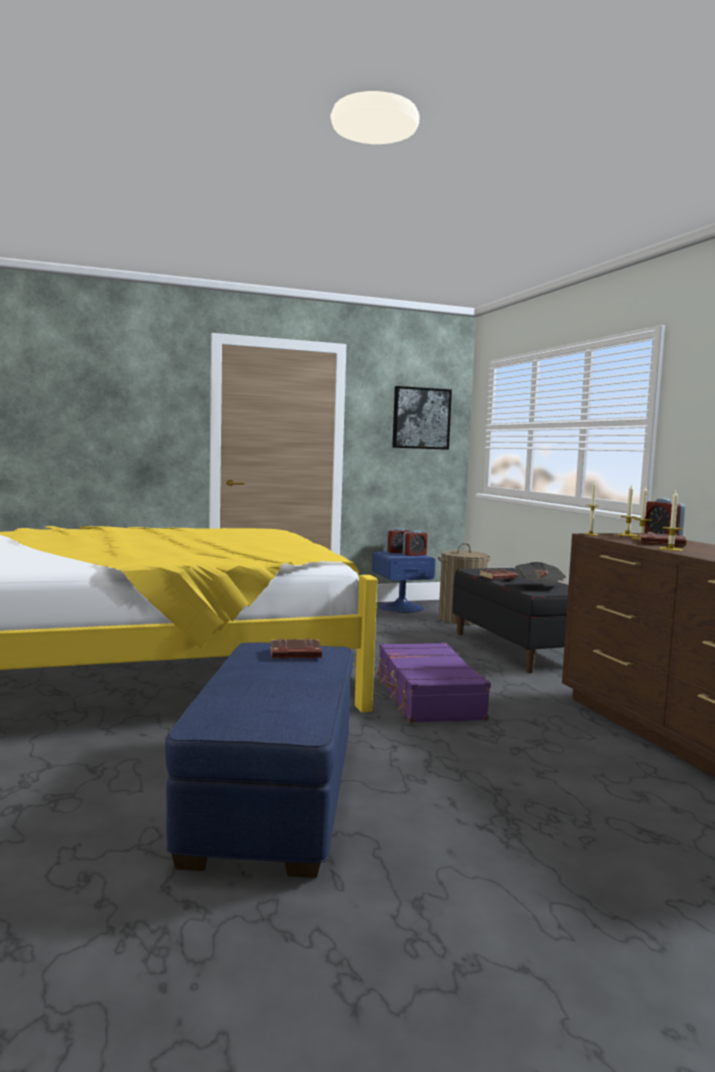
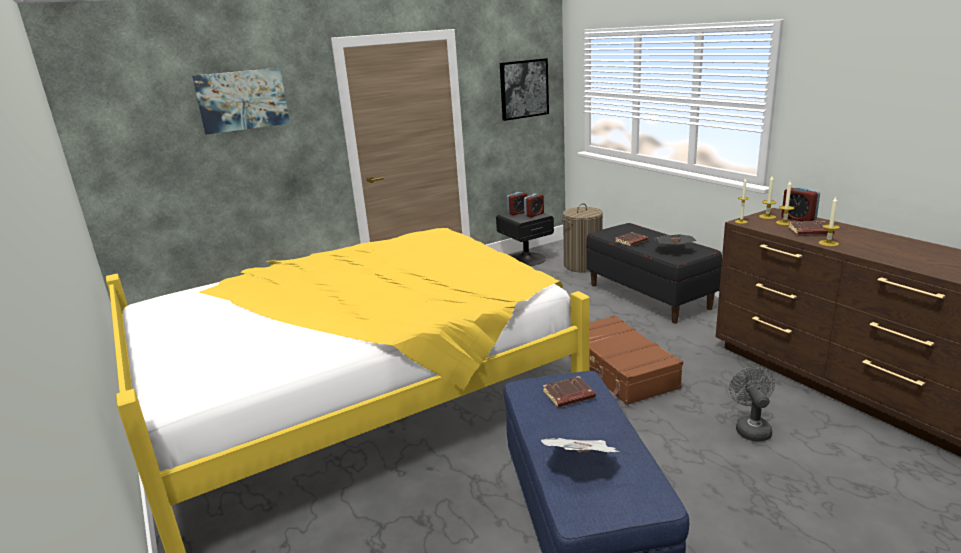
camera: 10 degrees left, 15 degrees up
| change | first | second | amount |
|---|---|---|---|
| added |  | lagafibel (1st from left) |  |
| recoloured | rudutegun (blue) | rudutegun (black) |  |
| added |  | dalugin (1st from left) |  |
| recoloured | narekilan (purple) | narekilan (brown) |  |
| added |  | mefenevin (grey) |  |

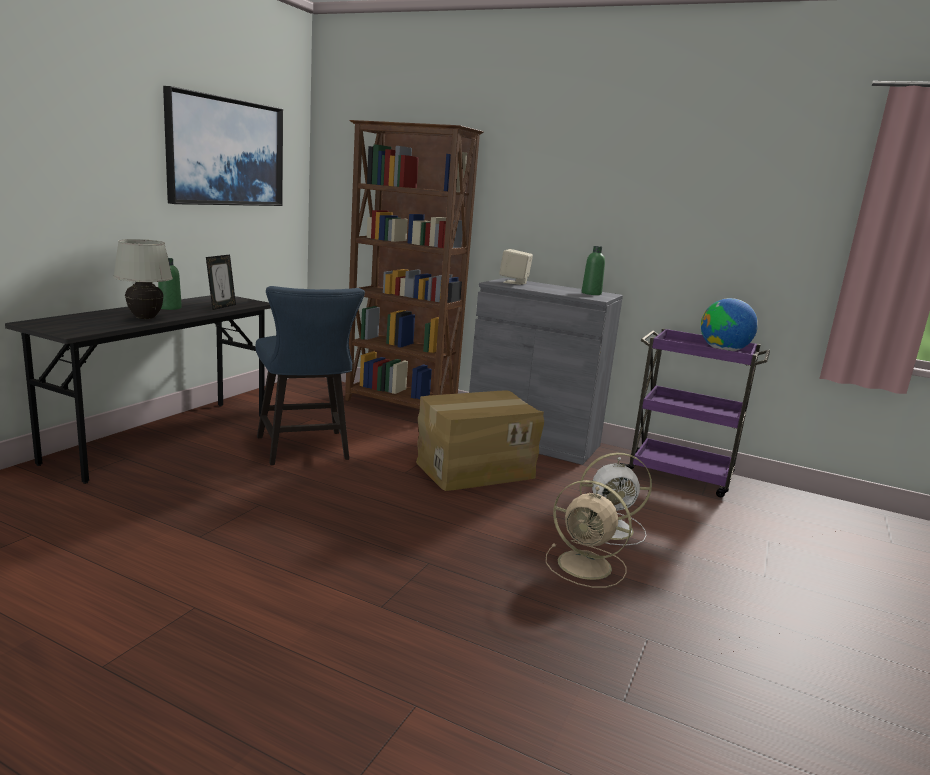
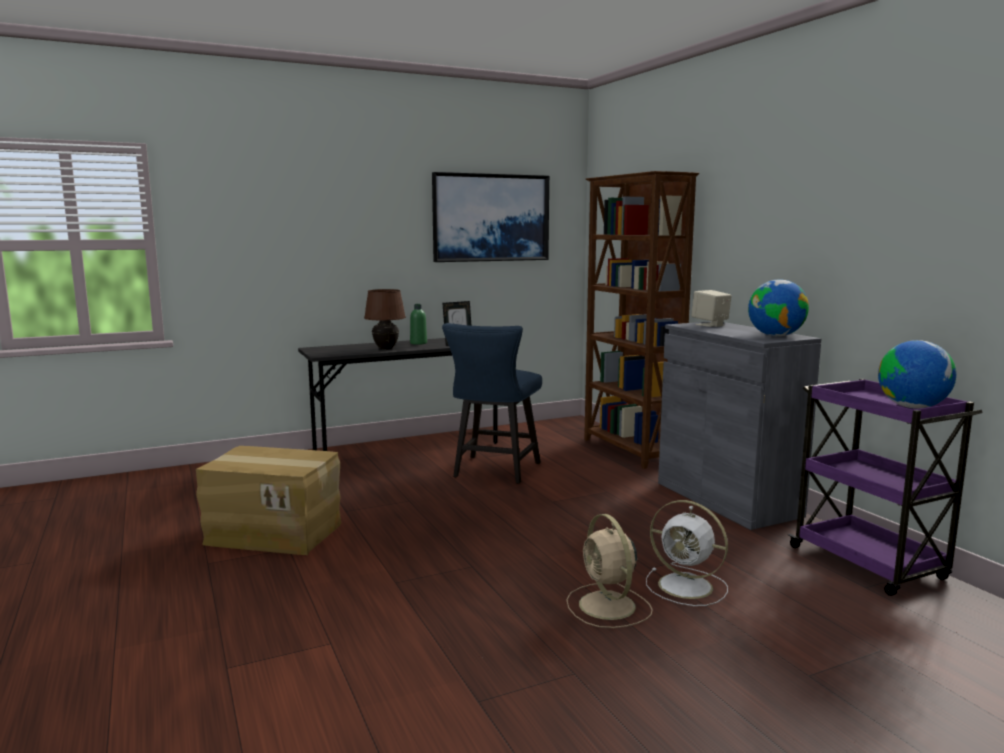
camera: 40 degrees right, 5 degrees down
| change | first | second | amount |
|---|---|---|---|
| moved | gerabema |  |  |
| recoloured | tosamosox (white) | tosamosox (brown) |  |
| replaced | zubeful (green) (2nd from left) | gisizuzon (1st from left) |  |

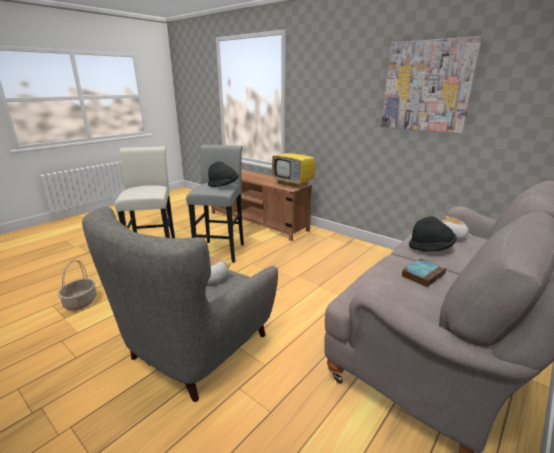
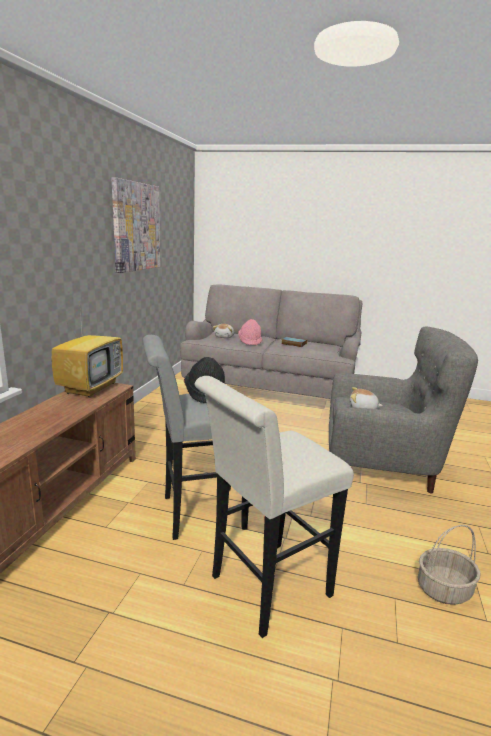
camera: 115 degrees left, 5 degrees down
| change | first | second | amount |
|---|---|---|---|
| recoloured | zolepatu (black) (2nd from left) | zolepatu (pink) |  |

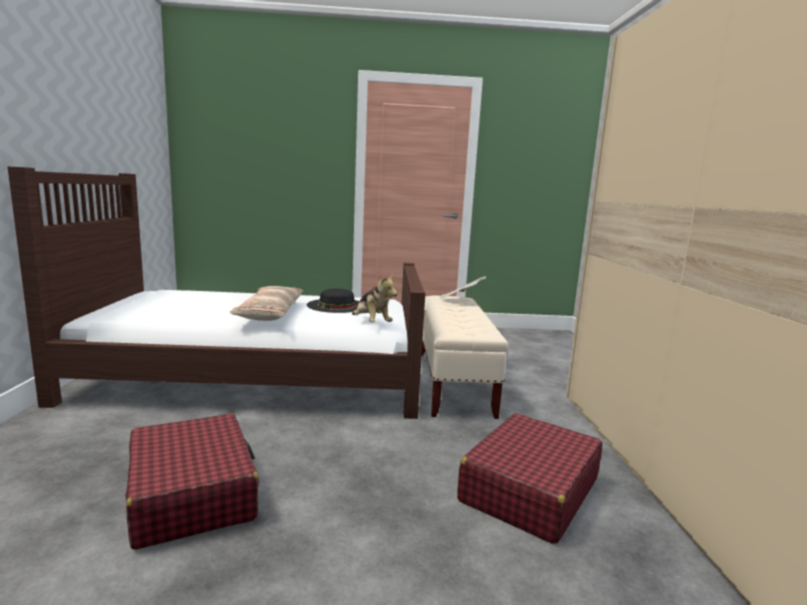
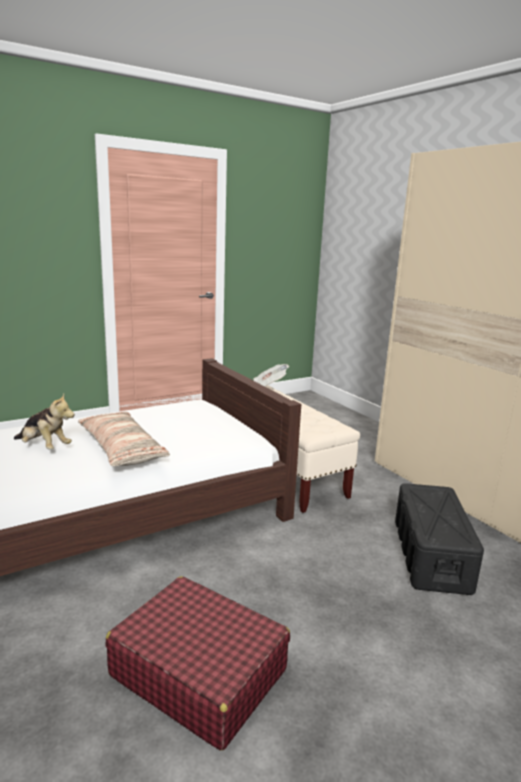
camera: 30 degrees left, 5 degrees up
| change | first | second | amount |
|---|---|---|---|
| moved | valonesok |  |  |
| replaced | narekilan (red) (2nd from left) | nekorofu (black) |  |
| removed | zolepatu (black) |  |  |

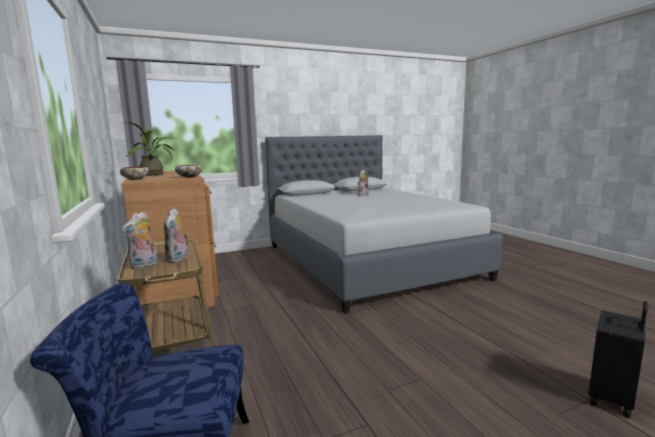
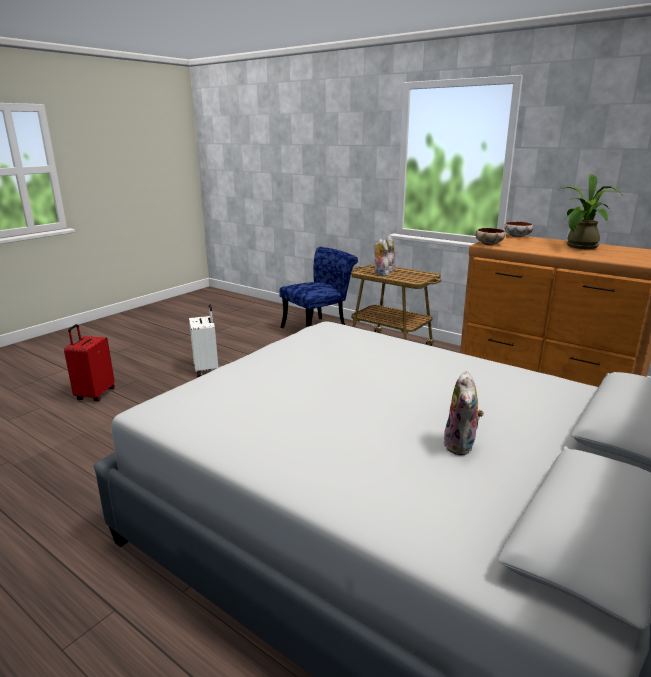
camera: 150 degrees right, 10 degrees up
| change | first | second | amount |
|---|---|---|---|
| recoloured | narekilan (black) | narekilan (red) |  |
| added |  | narekilan (white) |  |

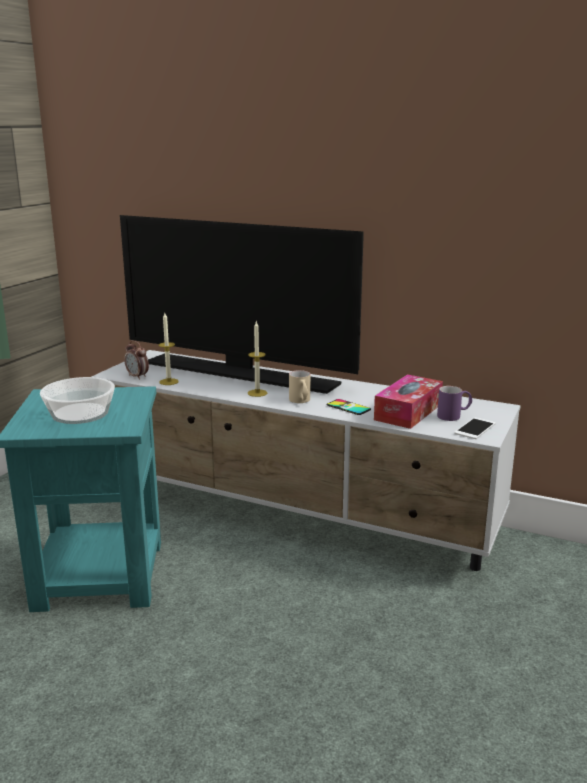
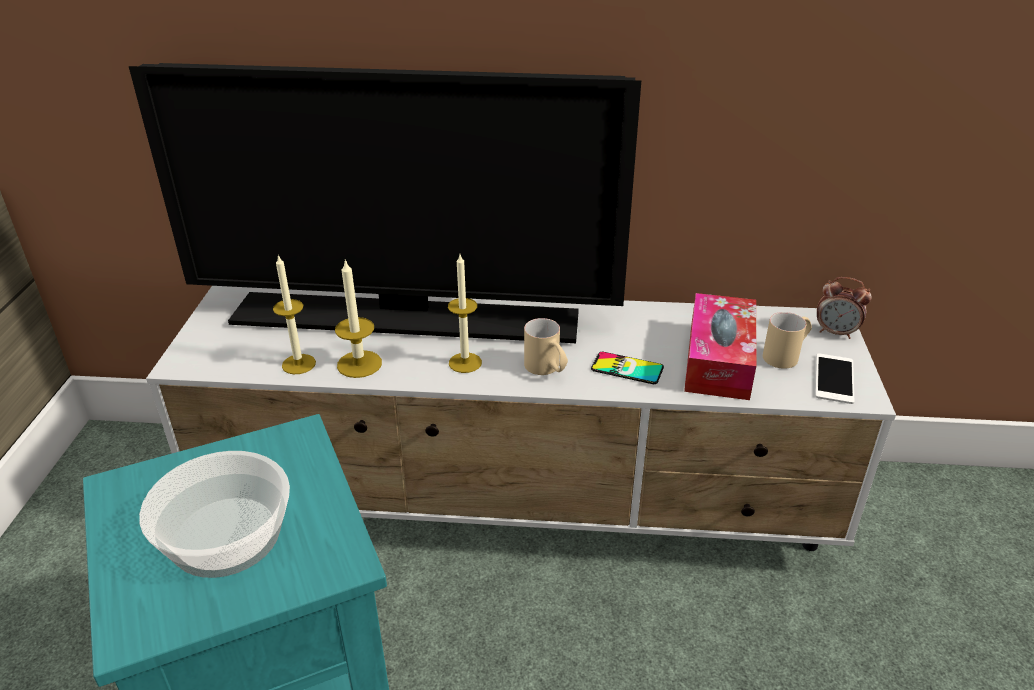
camera: 20 degrees left, 15 degrees up
| change | first | second | amount |
|---|---|---|---|
| added |  | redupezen (2nd from left) |  |
| recoloured | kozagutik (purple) | kozagutik (beige) (2nd from left) |  |
| moved | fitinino |  |  |

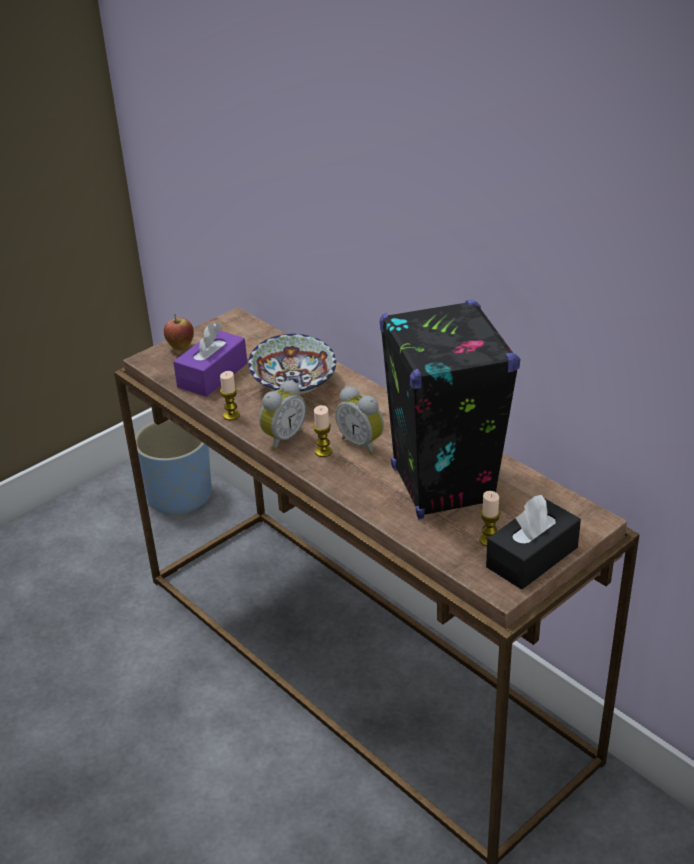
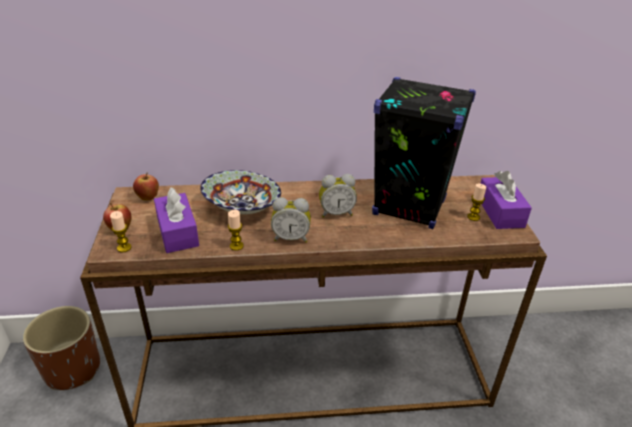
camera: 55 degrees left, 0 degrees up
| change | first | second | amount |
|---|---|---|---|
| recoloured | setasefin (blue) | setasefin (brown) |  |
| moved | redupezen (2nd from left in the first image) | redupezen (1st from left) |  |
| added |  | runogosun (2nd from left) |  |
| turned | fitinino (1st from left) |  | 105 degrees clockwise |
| recoloured | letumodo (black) | letumodo (purple) (2nd from left) |  |

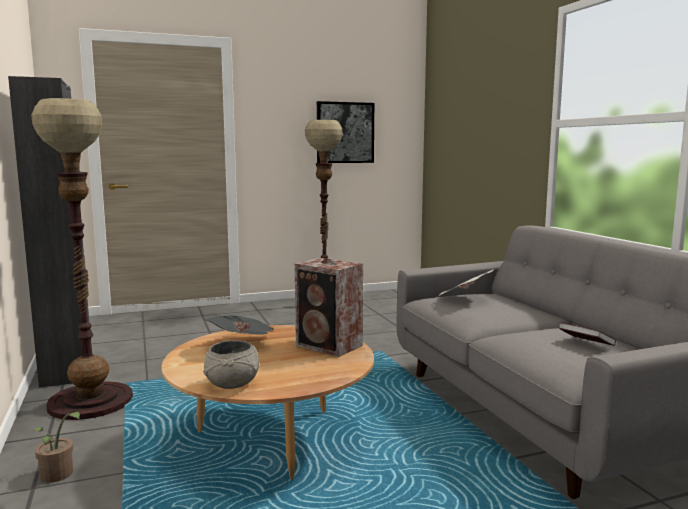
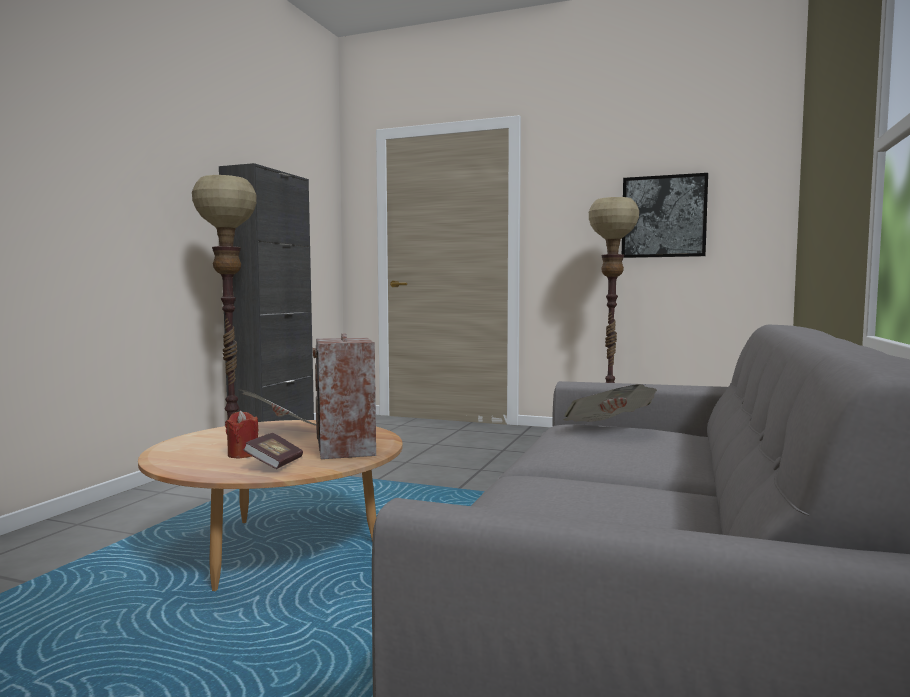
camera: 40 degrees right, 5 degrees down
| change | first | second | amount |
|---|---|---|---|
| added |  | redupezen (red) |  |
| moved | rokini |  |  |
| removed | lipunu |  |  |
| removed | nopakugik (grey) |  |  |

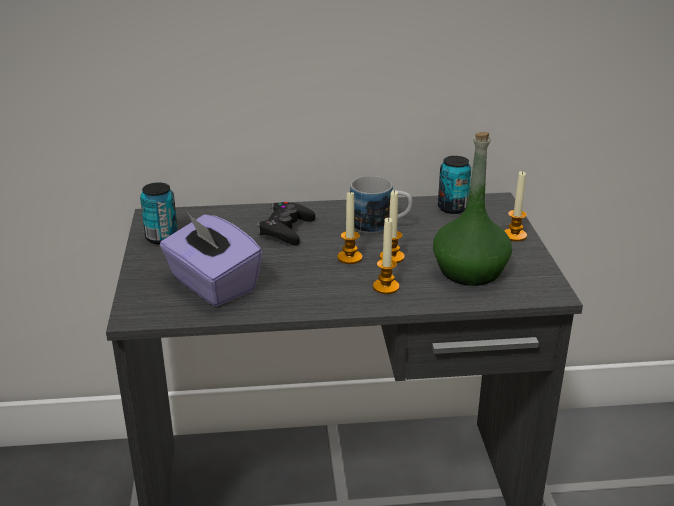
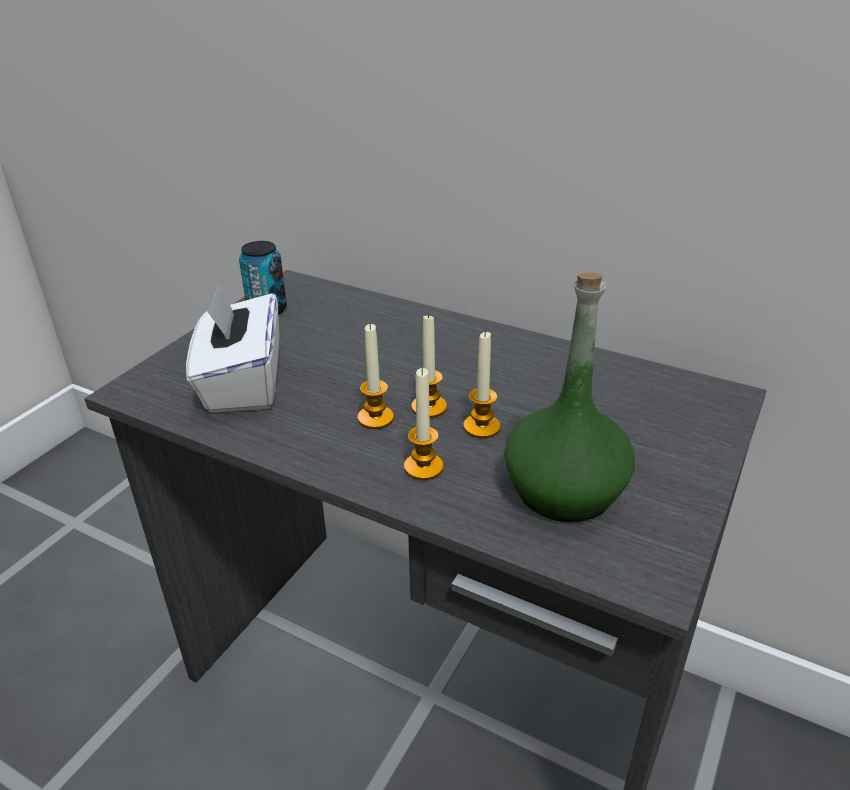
camera: 35 degrees right, 5 degrees up
| change | first | second | amount |
|---|---|---|---|
| recoloured | letumodo (purple) | letumodo (white) |  |
| moved | redupezen (4th from left in the first image) | redupezen (1st from left) |  |
| removed | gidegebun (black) |  |  |
| removed | kozagutik |  |  |
| removed | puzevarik (2nd from left) |  |  |

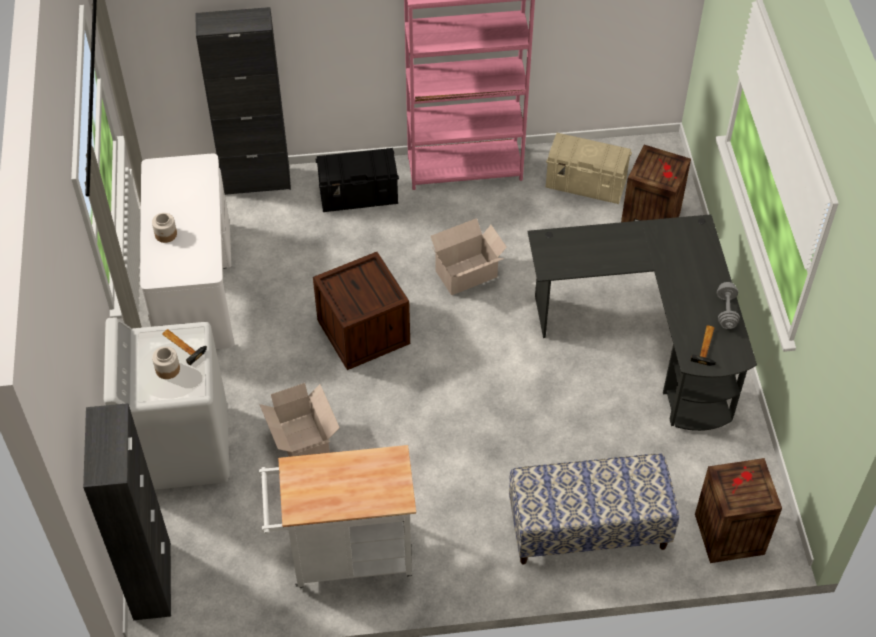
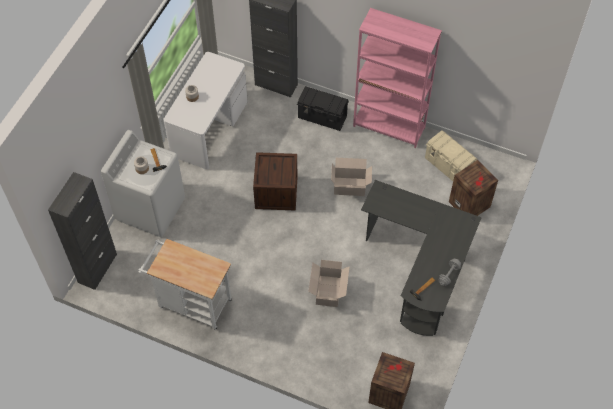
camera: 30 degrees right, 5 degrees up
| change | first | second | amount |
|---|---|---|---|
| moved | gerabema (1st from left) |  |  |
| removed | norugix |  |  |

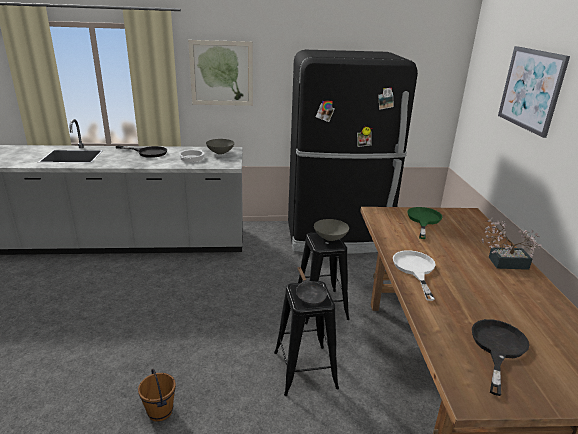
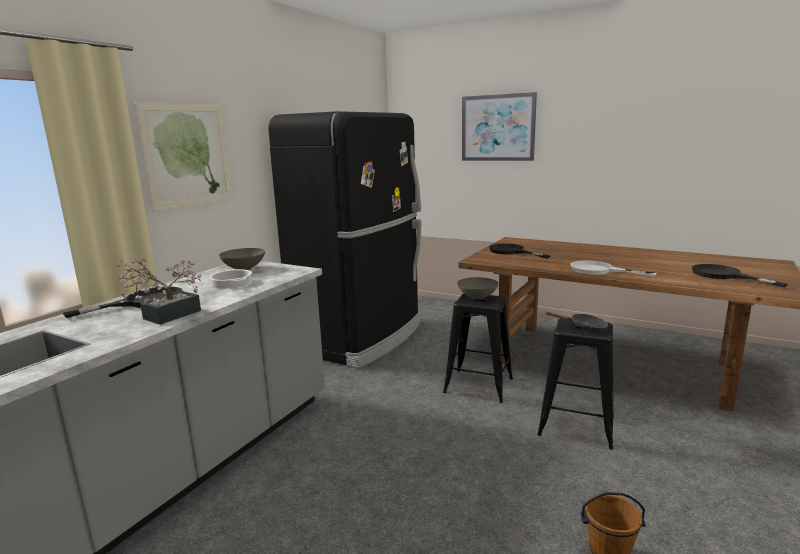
camera: 55 degrees left, 10 degrees down
| change | first | second | amount |
|---|---|---|---|
| moved | lipunu |  |  |
| recoloured | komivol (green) | komivol (black) (2nd from left) |  |

